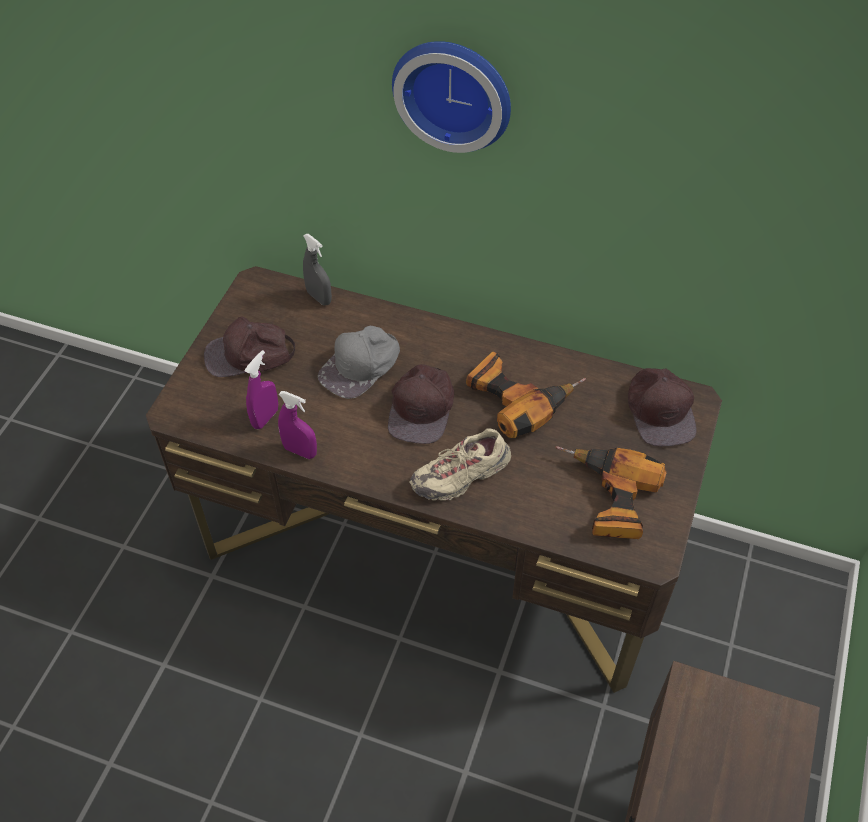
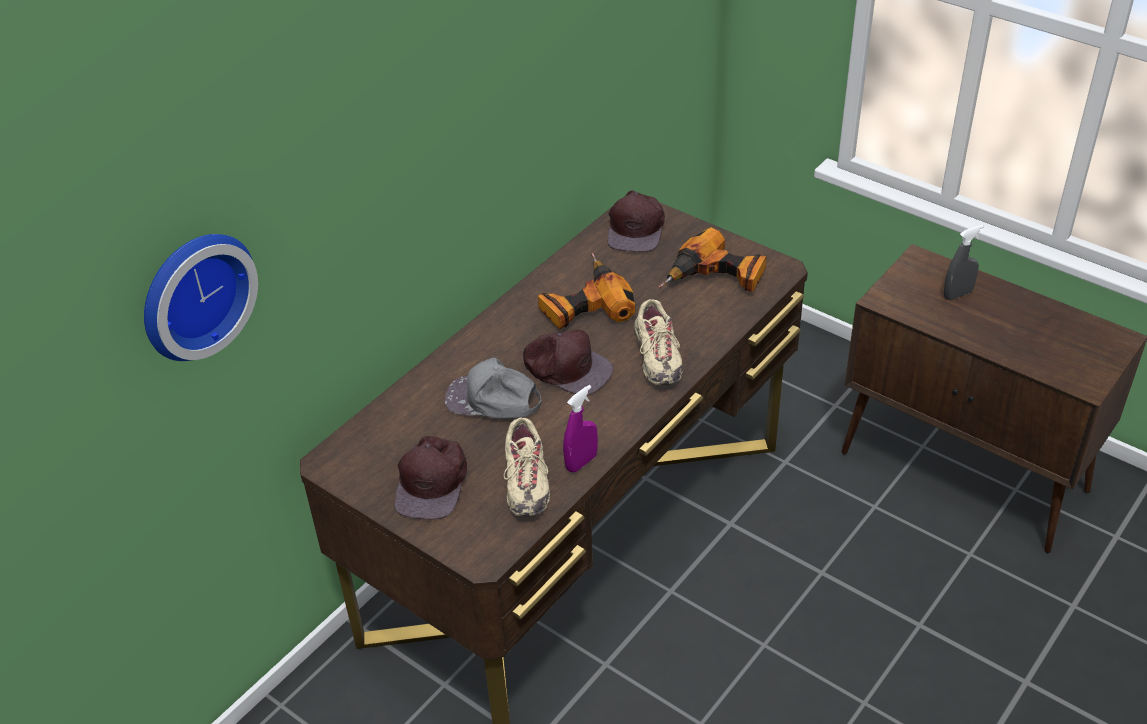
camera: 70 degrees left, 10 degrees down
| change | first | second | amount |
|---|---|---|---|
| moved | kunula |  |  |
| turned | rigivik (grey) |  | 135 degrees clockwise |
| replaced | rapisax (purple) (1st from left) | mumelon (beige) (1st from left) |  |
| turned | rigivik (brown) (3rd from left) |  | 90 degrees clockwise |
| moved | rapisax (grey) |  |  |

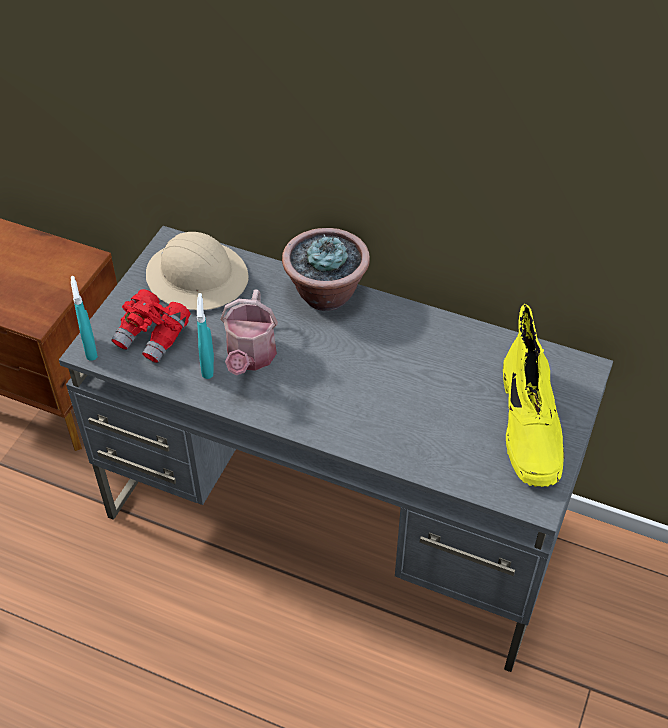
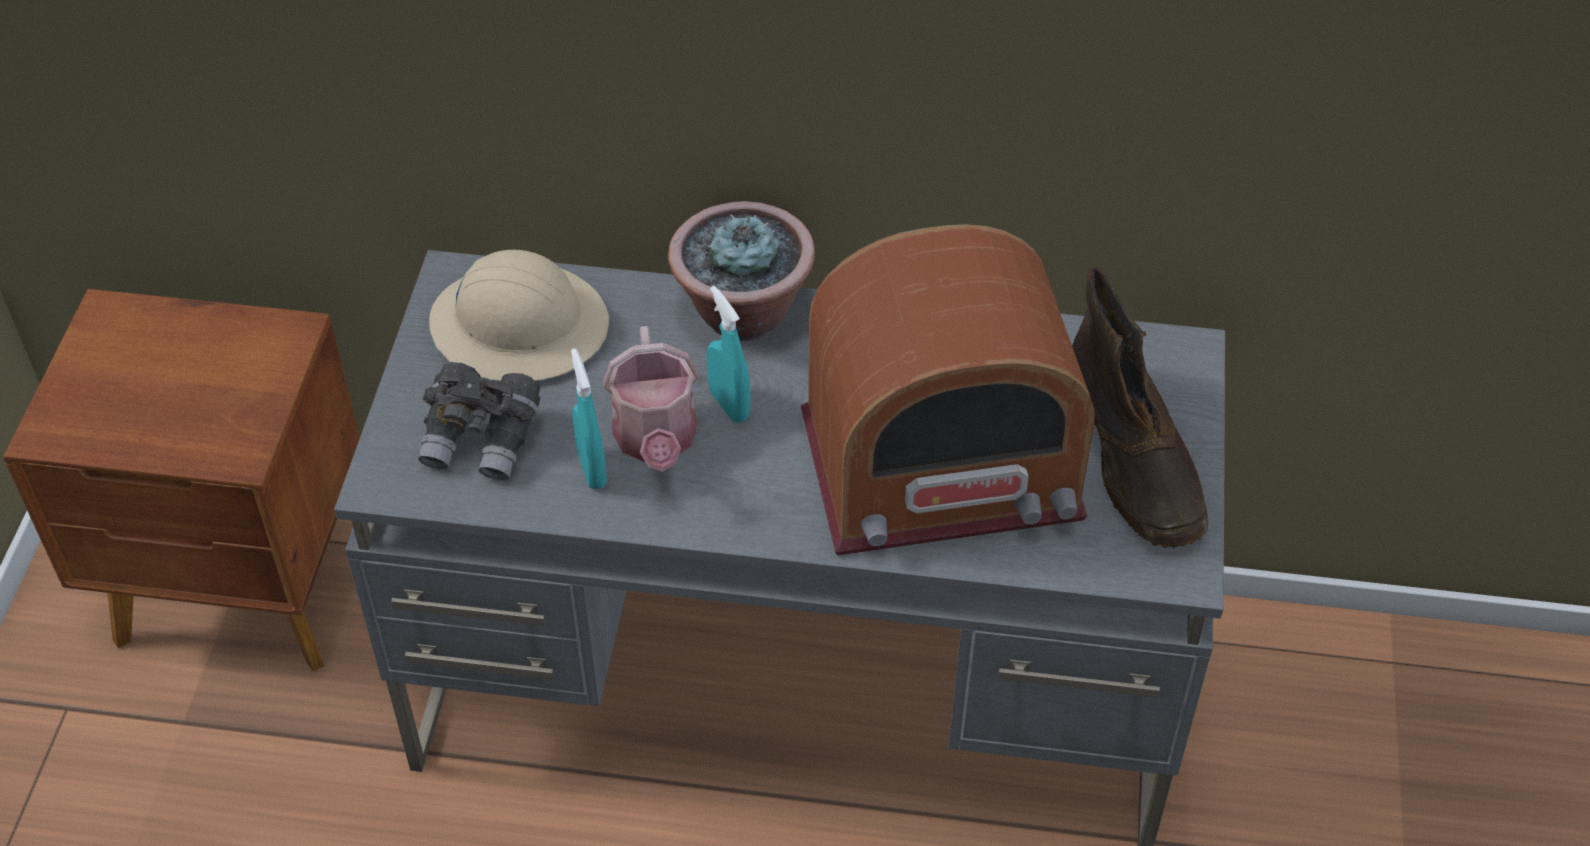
camera: 15 degrees left, 0 degrees up
| change | first | second | amount |
|---|---|---|---|
| recoloured | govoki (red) | govoki (grey) |  |
| moved | rapisax (turquoise) (1st from left in the first image) | rapisax (turquoise) (2nd from left) |  |
| added |  | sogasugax |  |
| recoloured | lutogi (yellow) | lutogi (brown) |  |

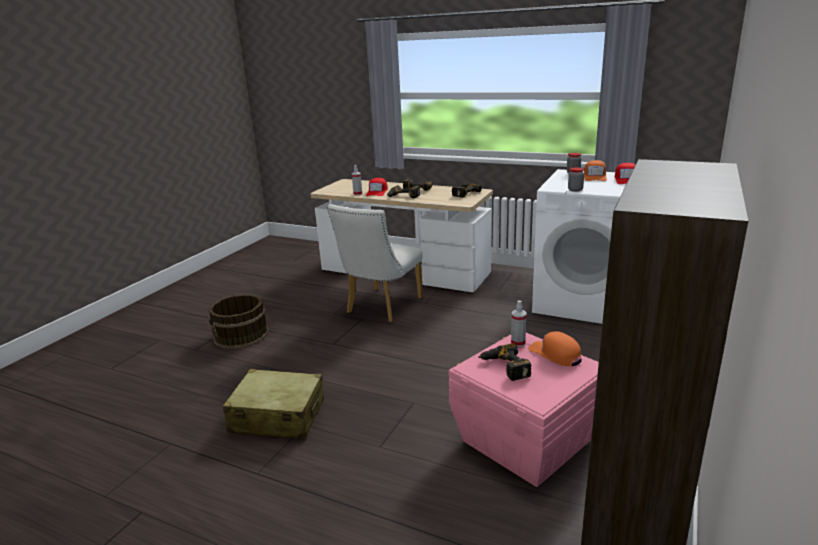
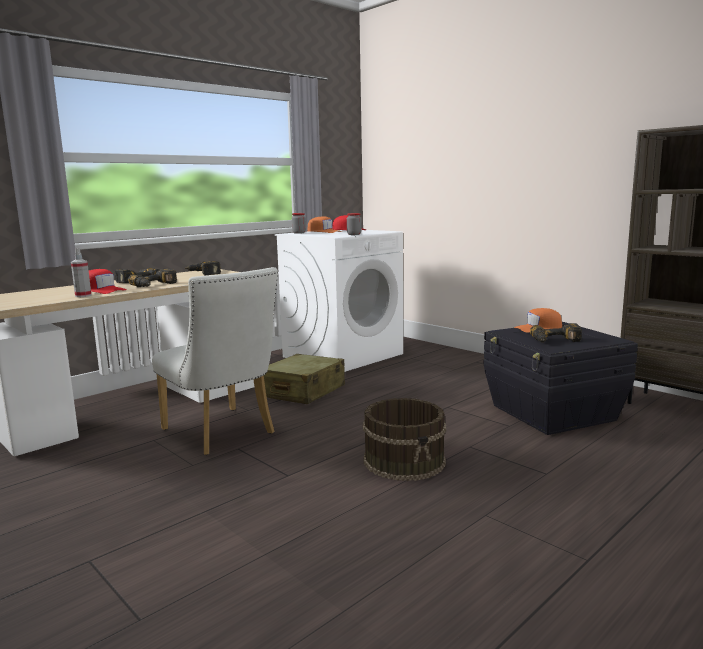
camera: 70 degrees left, 10 degrees down
| change | first | second | amount |
|---|---|---|---|
| moved | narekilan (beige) |  |  |
| moved | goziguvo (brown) |  |  |
| recoloured | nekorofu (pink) | nekorofu (black) |  |
| removed | rapisax (2nd from left) |  |  |

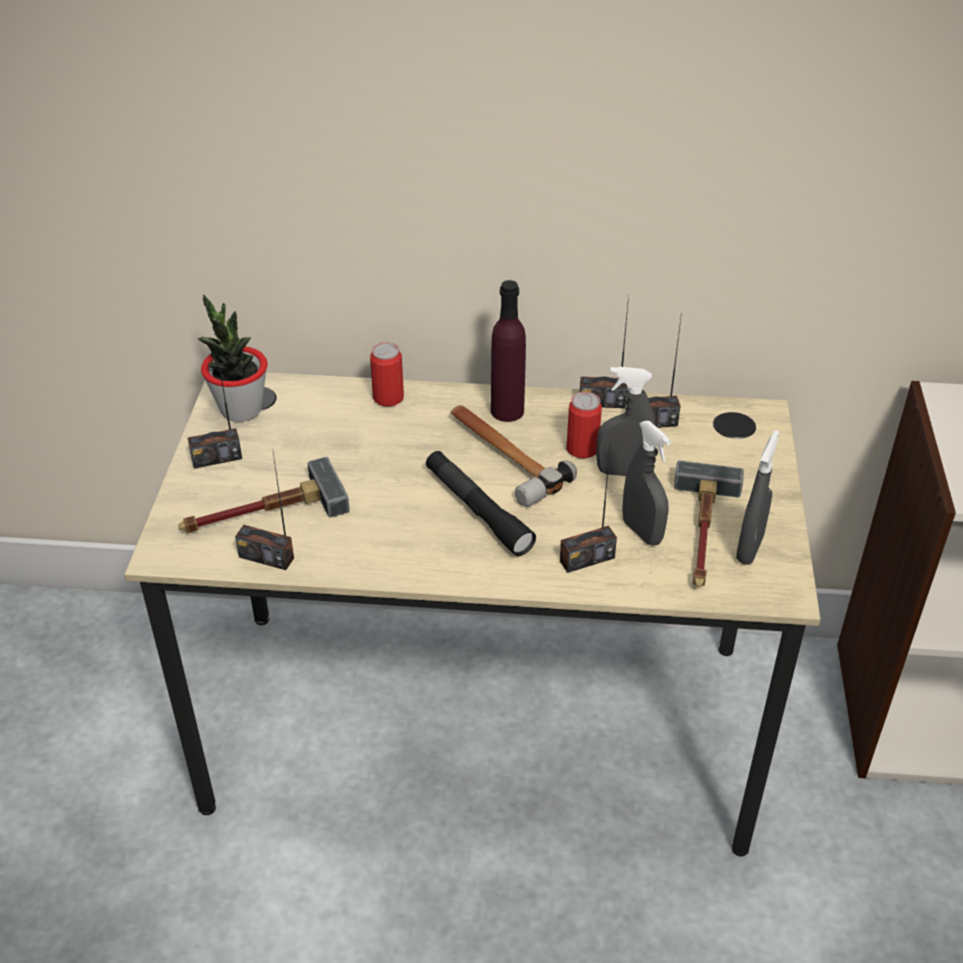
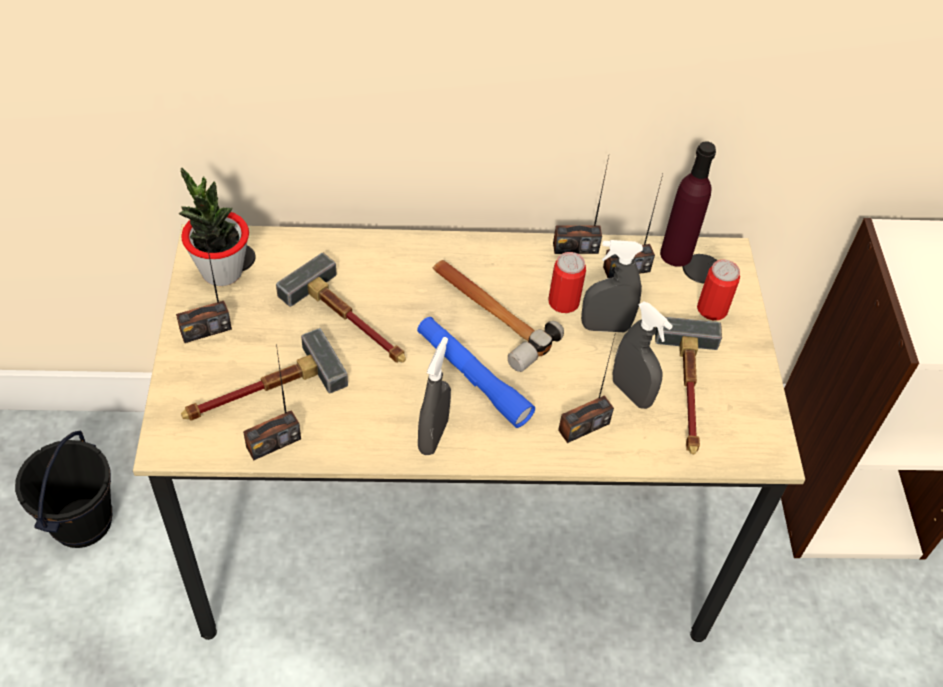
camera: 10 degrees left, 10 degrees up
| change | first | second | amount |
|---|---|---|---|
| added |  | goziguvo (black) |  |
| turned | sogasugax (2nd from left) |  | 45 degrees counterclockwise |
| added |  | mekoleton (2nd from left) |  |
| recoloured | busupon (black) | busupon (blue) |  |
| moved | rapisax (grey) (3rd from left in the first image) | rapisax (grey) (1st from left) |  |
| moved | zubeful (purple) |  |  |
| moved | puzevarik (1st from left in the first image) | puzevarik (2nd from left) |  |

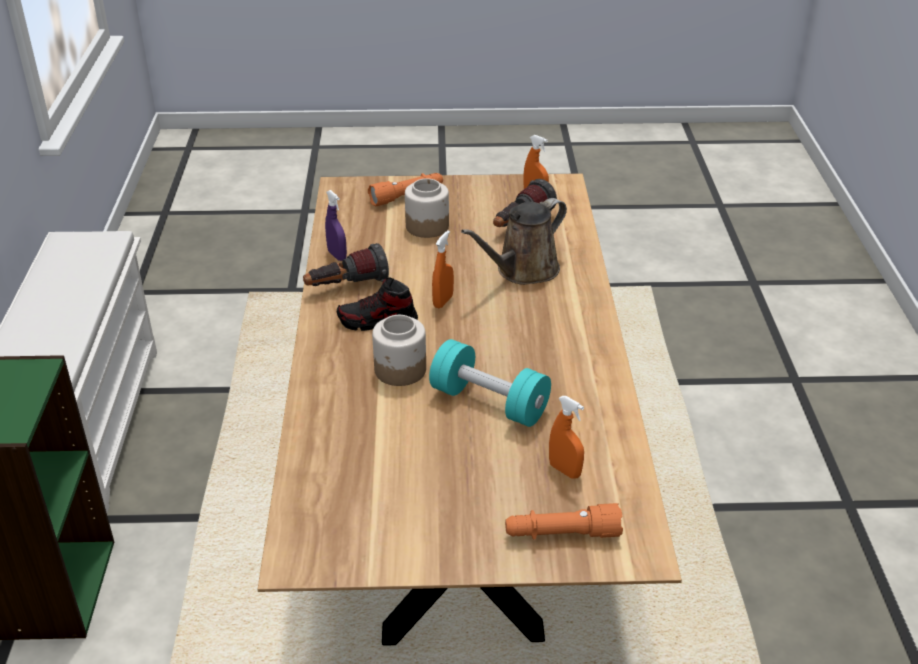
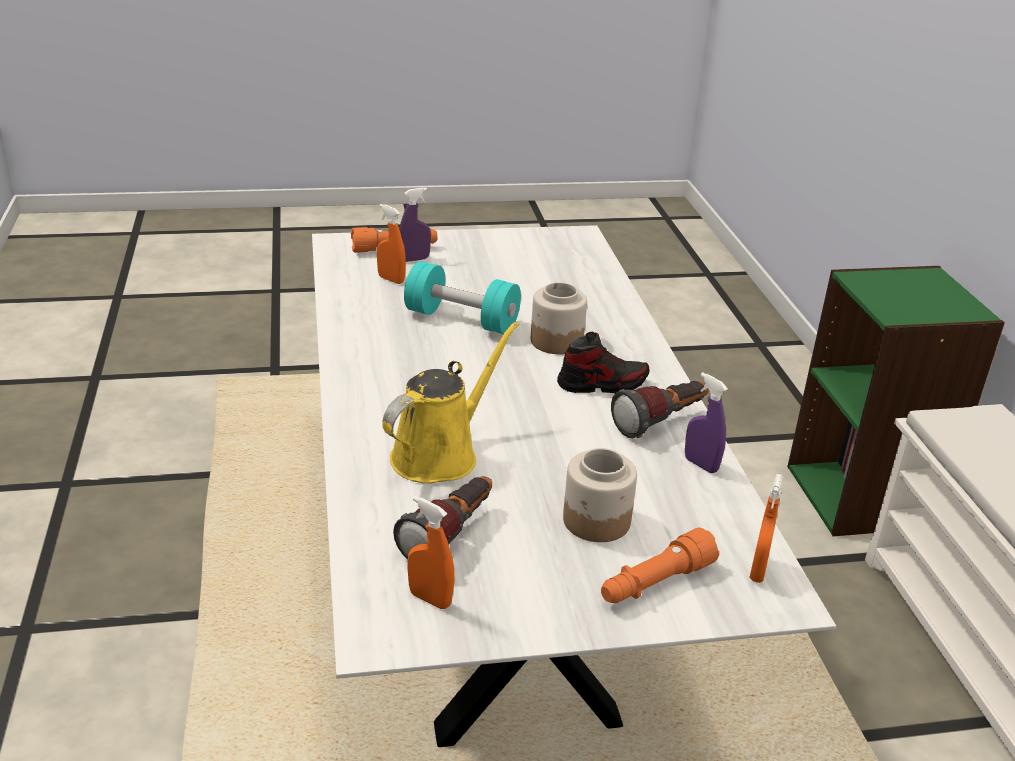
camera: 170 degrees right, 5 degrees down
| change | first | second | amount |
|---|---|---|---|
| recoloured | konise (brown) | konise (white) |  |
| recoloured | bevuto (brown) | bevuto (yellow) |  |
| added |  | rapisax (purple) (1st from left) |  |
| moved | rapisax (orange) (1st from left in the first image) | rapisax (orange) (3rd from left) |  |

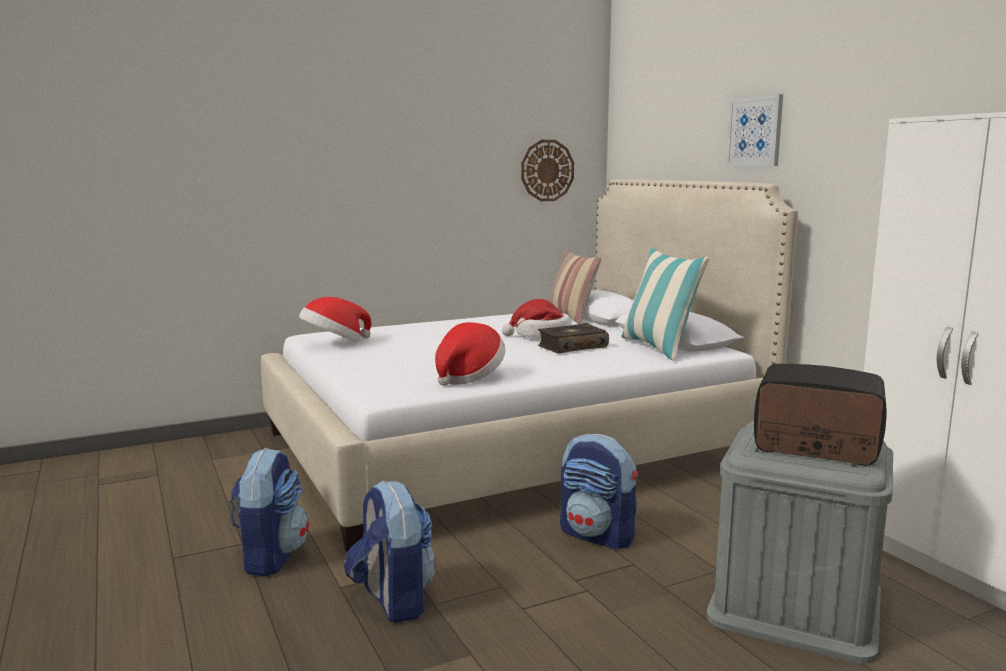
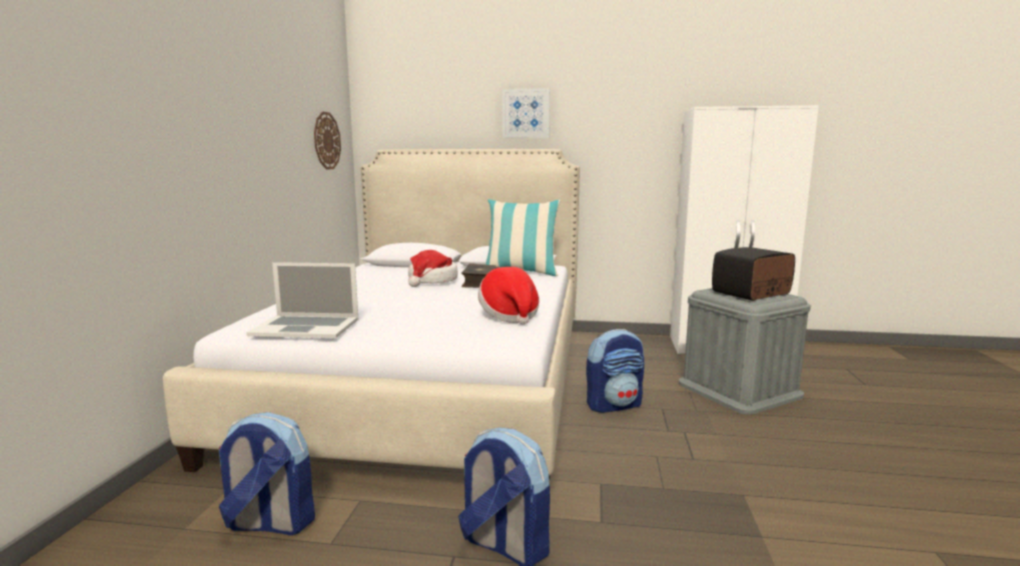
camera: 55 degrees left, 0 degrees up
| change | first | second | amount |
|---|---|---|---|
| moved | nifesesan (2nd from left in the first image) | nifesesan (1st from left) |  |
| replaced | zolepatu (1st from left) | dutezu |  |
| removed | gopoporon (1st from left) |  |  |

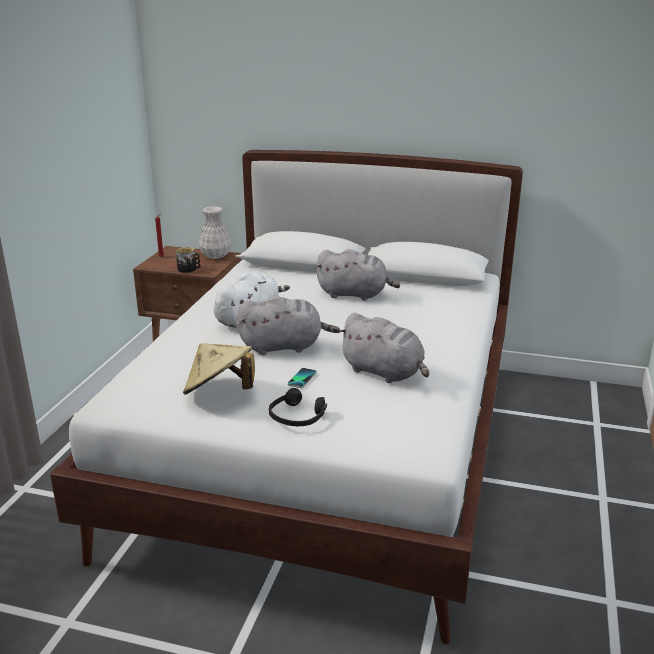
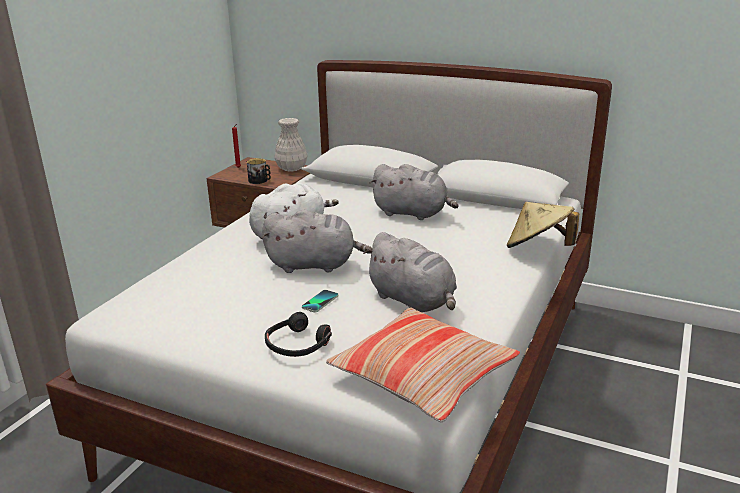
camera: 10 degrees right, 0 degrees up
| change | first | second | amount |
|---|---|---|---|
| added |  | gopoporon |  |
| moved | zolepatu (beige) |  |  |

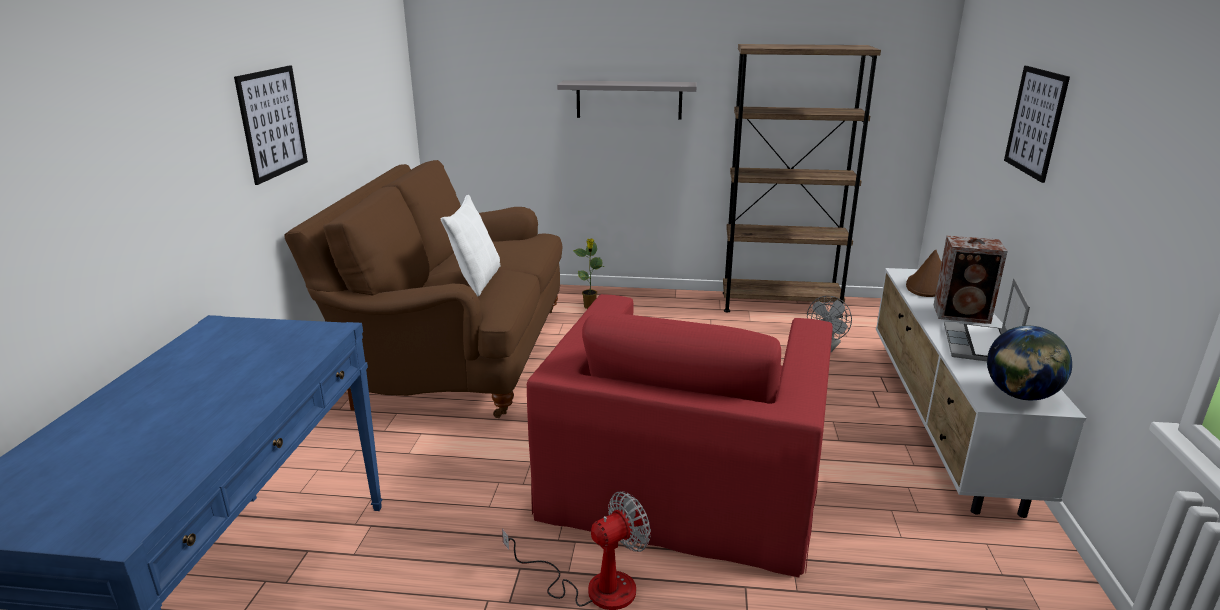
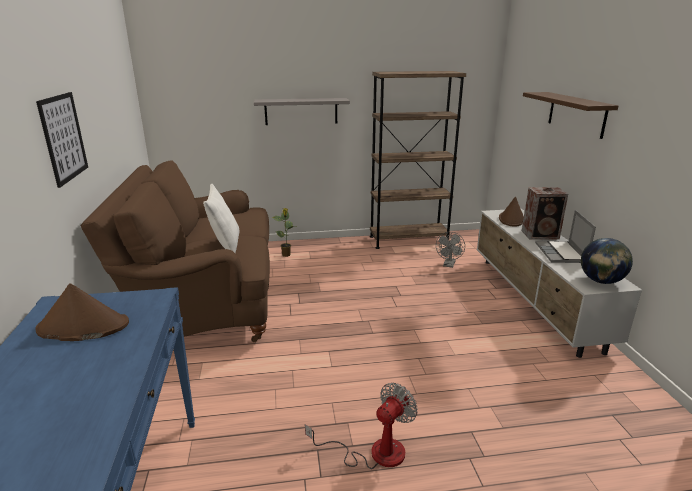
camera: 15 degrees left, 0 degrees up
| change | first | second | amount |
|---|---|---|---|
| added |  | zolepatu (brown) (1st from left) |  |
| replaced | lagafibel (2nd from left) | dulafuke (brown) |  |
| removed | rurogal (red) |  |  |

